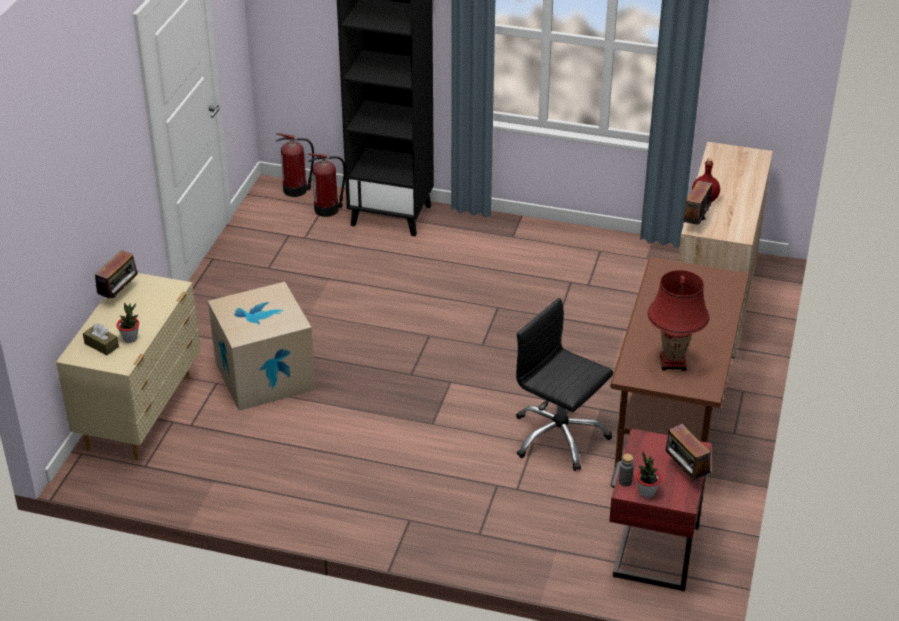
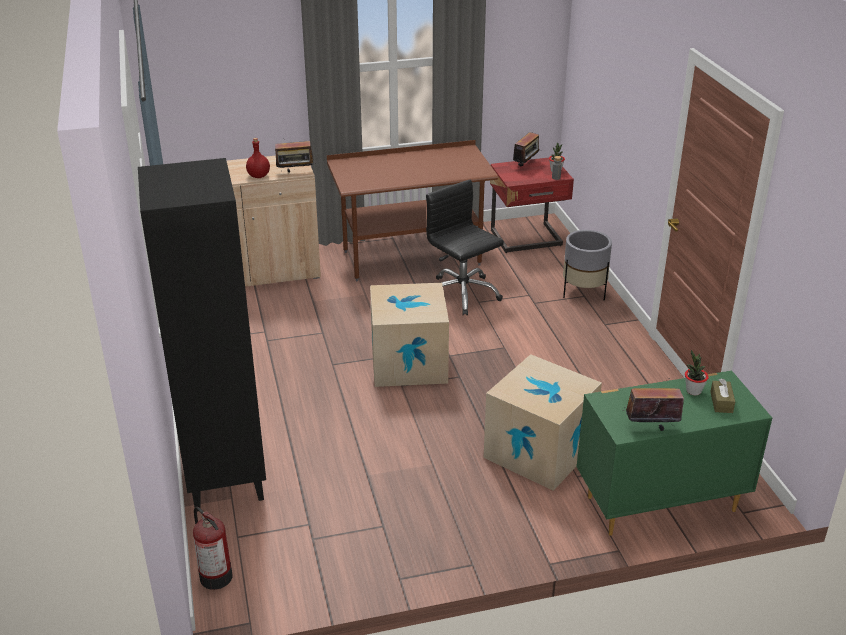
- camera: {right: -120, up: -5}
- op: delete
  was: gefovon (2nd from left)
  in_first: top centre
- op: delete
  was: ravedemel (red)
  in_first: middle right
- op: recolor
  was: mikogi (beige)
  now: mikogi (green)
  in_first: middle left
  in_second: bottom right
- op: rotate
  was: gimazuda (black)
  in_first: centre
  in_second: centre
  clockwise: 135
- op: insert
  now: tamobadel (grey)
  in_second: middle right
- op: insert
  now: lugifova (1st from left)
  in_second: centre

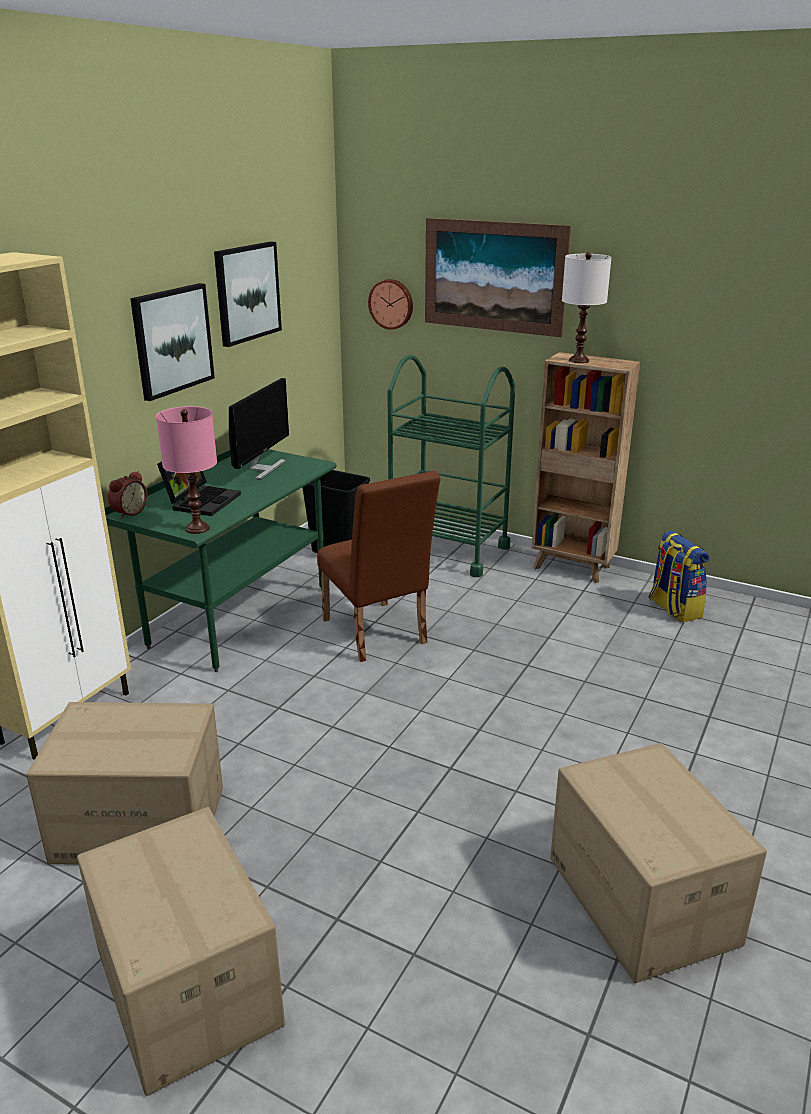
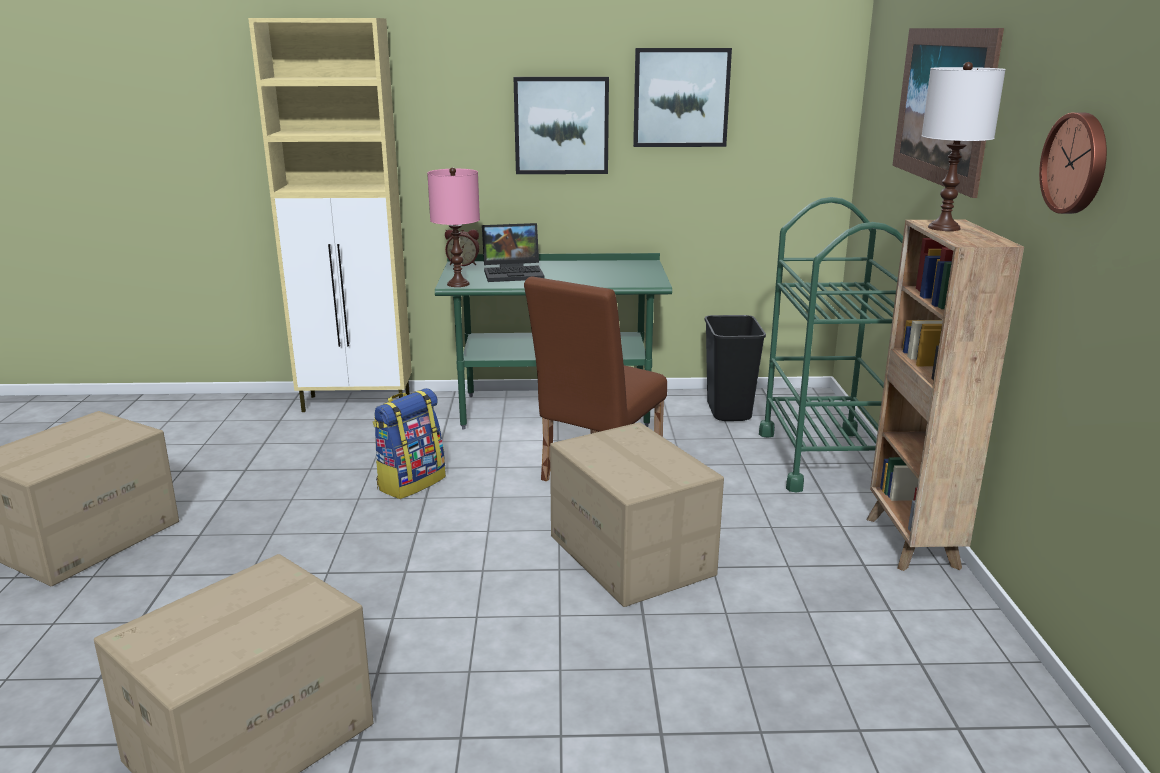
- camera: {right: 60, up: -5}
- op: move
  was: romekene
  in_first: top centre
  in_second: top right
- op: delete
  was: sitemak
  in_first: middle left
- op: move
  was: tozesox
  in_first: middle right
  in_second: centre
- op: move
  was: lugifova (1st from left in the first image)
  now: lugifova (3rd from left)
  in_first: bottom left
  in_second: centre

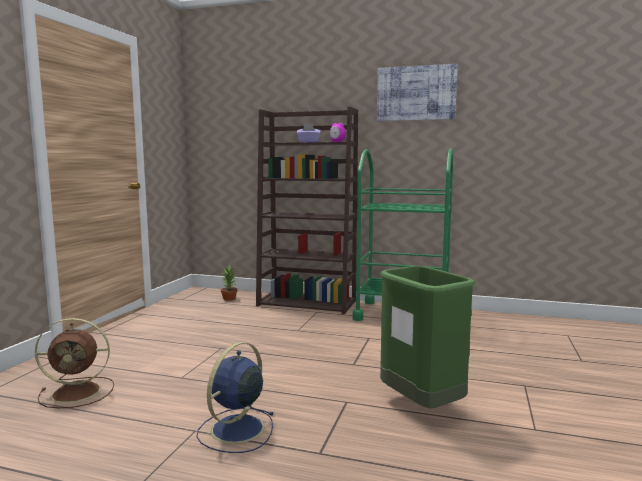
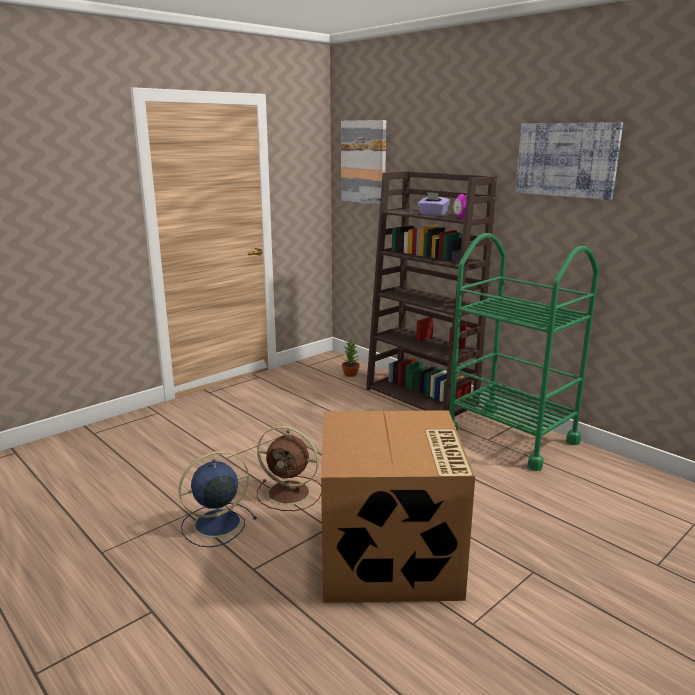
- camera: {right: 30, up: 10}
- op: replace
  was: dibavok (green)
  now: lugifova
  in_first: bottom centre
  in_second: bottom centre
- op: move
  was: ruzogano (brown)
  in_first: bottom left
  in_second: bottom centre
- op: insert
  now: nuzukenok (1st from left)
  in_second: top centre

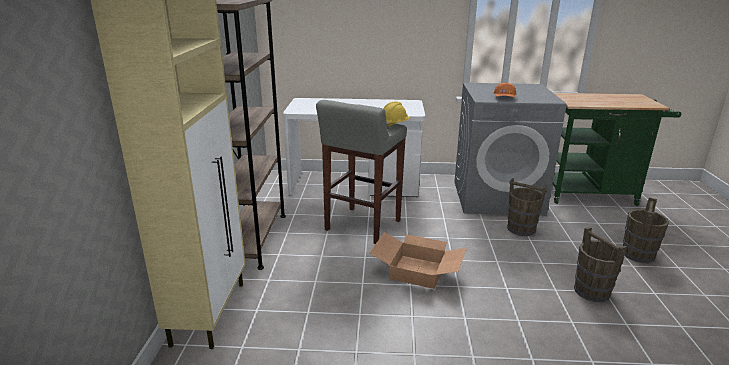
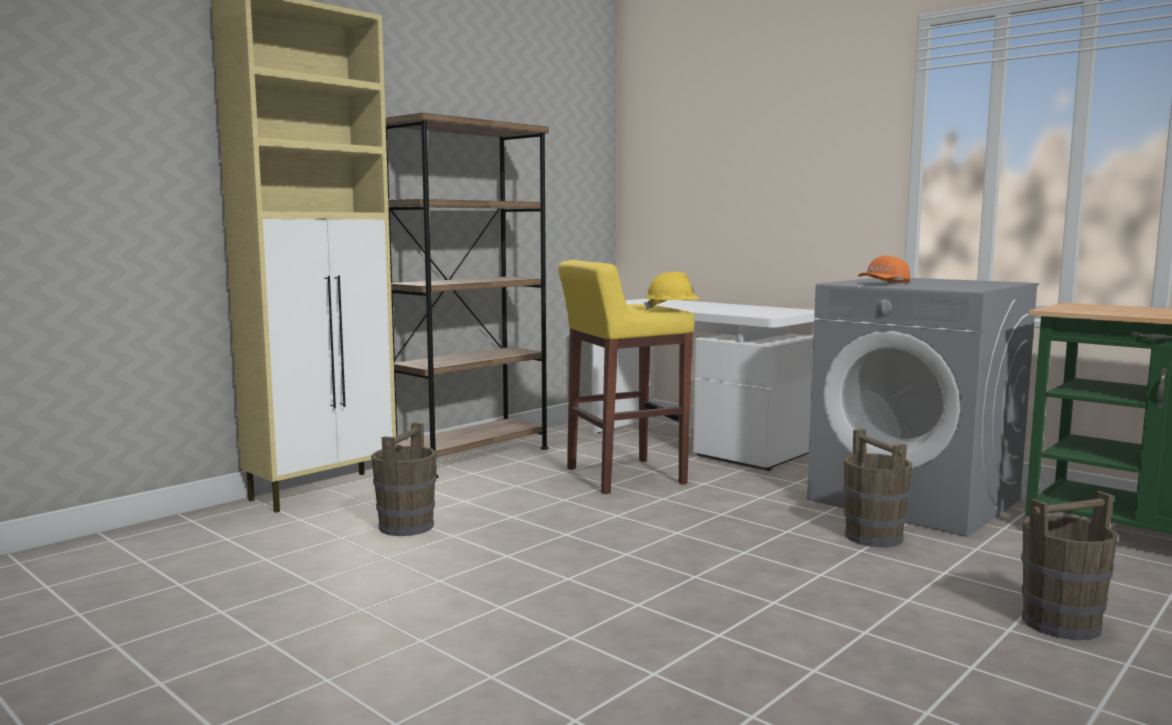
- camera: {right: 40, up: -15}
- op: recolor
  was: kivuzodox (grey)
  now: kivuzodox (yellow)
  in_first: centre
  in_second: centre
- op: move
  was: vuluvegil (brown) (2nd from left in the first image)
  now: vuluvegil (brown) (1st from left)
  in_first: bottom right
  in_second: centre
- op: delete
  was: lugifova
  in_first: bottom centre

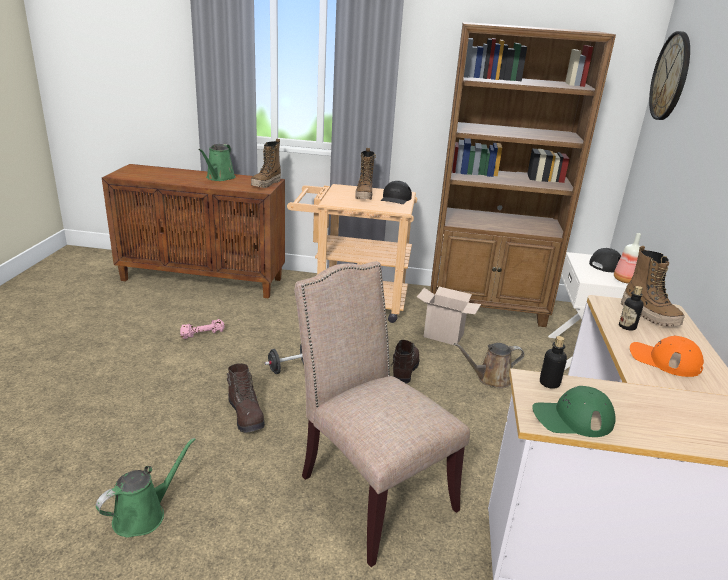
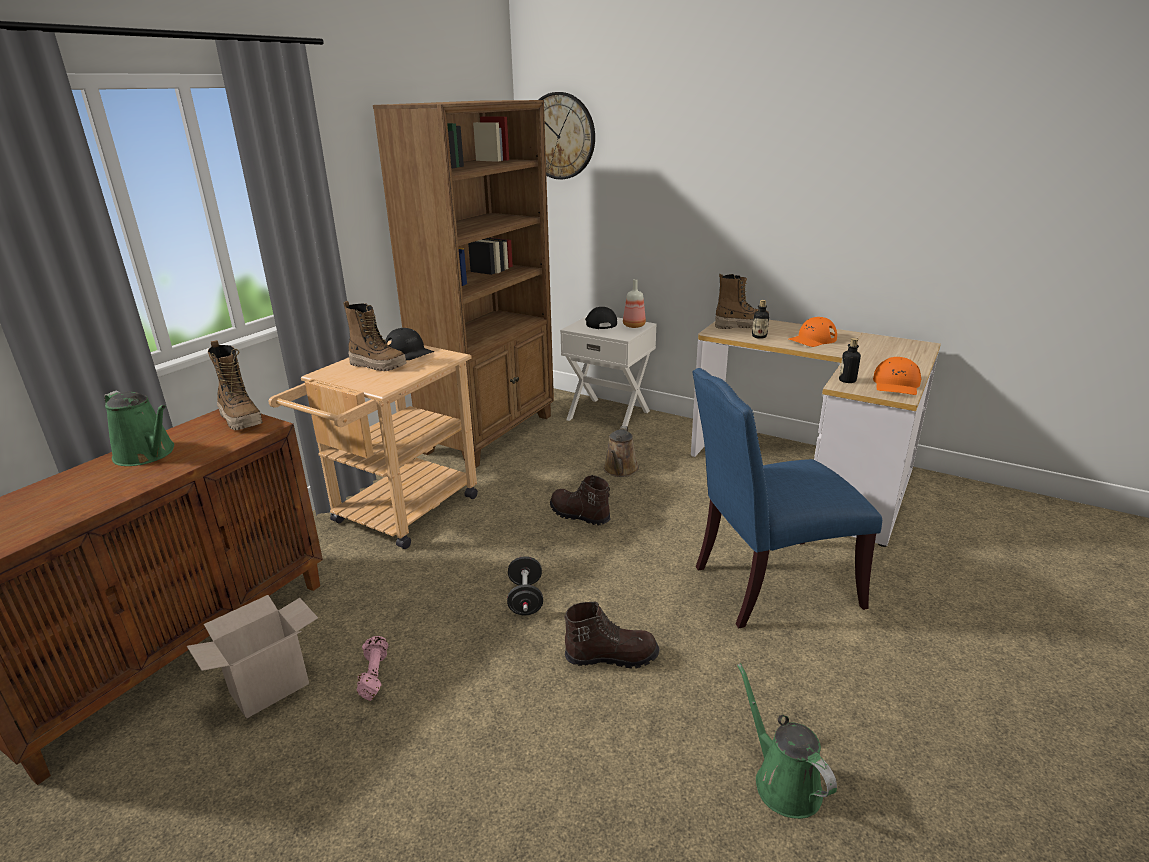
- camera: {right: -65, up: 0}
- op: recolor
  was: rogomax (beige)
  now: rogomax (blue)
  in_first: bottom centre
  in_second: middle right
- op: move
  was: lugifova
  in_first: centre
  in_second: bottom left
- op: recolor
  was: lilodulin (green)
  now: lilodulin (orange) (2nd from left)
  in_first: bottom right
  in_second: middle right

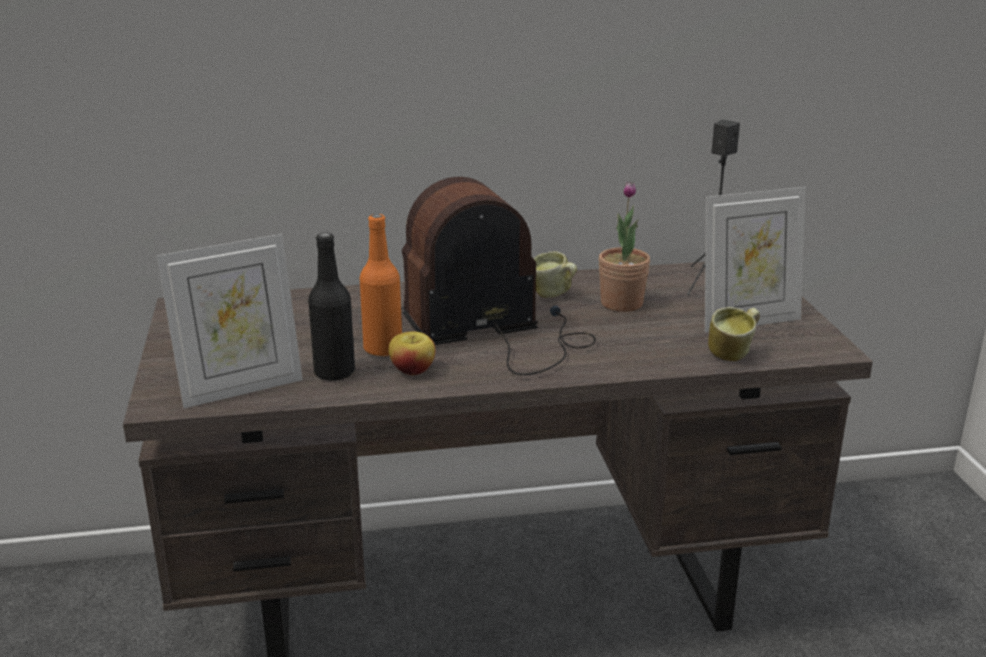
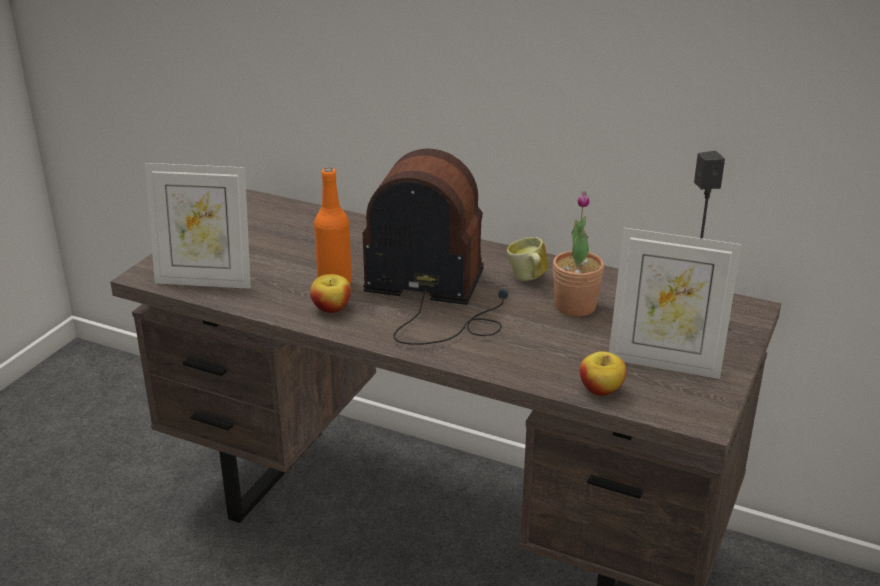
- camera: {right: 35, up: 5}
- op: delete
  was: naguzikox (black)
  in_first: centre
- op: replace
  was: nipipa (2nd from left)
  now: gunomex (2nd from left)
  in_first: middle right
  in_second: middle right

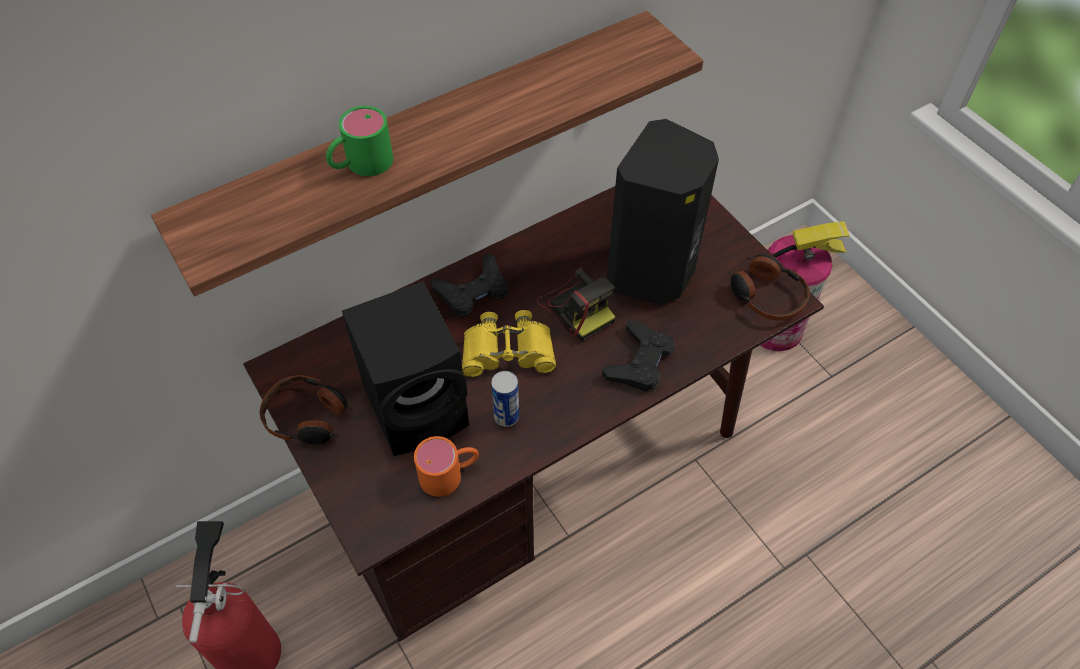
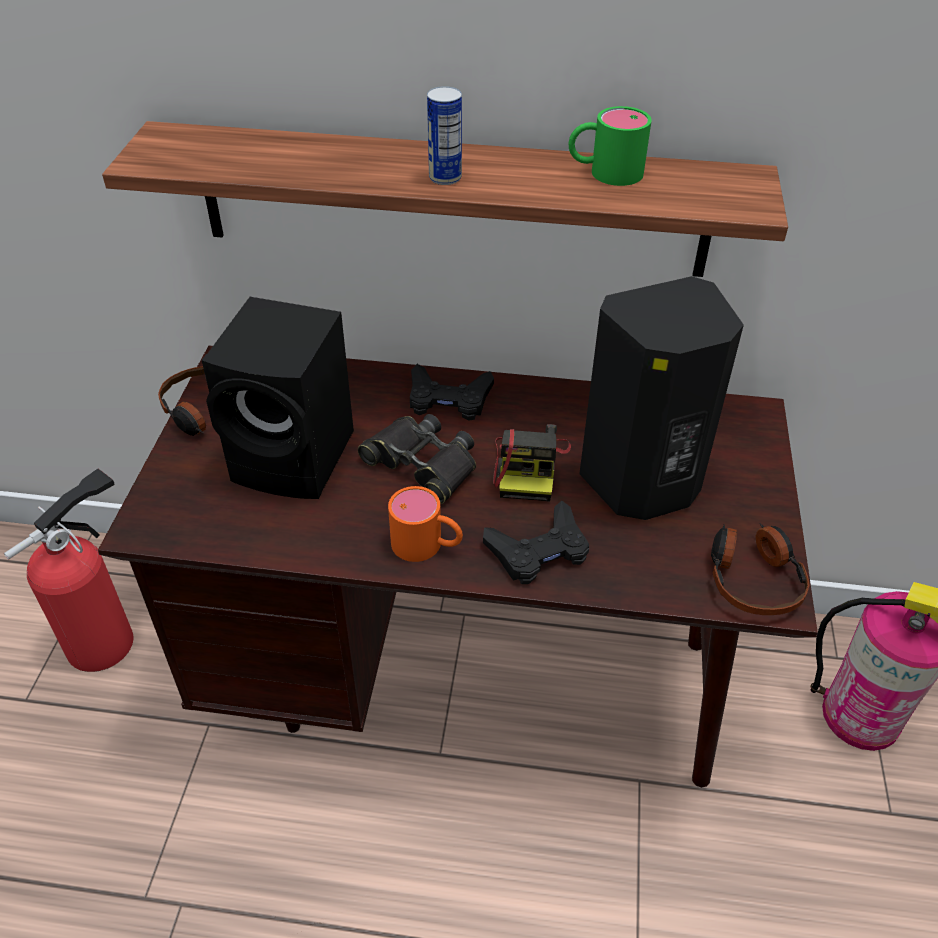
- camera: {right: 40, up: -10}
- op: move
  was: nipipa (green)
  in_first: top left
  in_second: top centre
- op: recolor
  was: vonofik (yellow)
  now: vonofik (black)
  in_first: centre
  in_second: centre
- op: move
  was: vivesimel
  in_first: centre
  in_second: top centre
- op: move
  was: nipipa (orange)
  in_first: bottom centre
  in_second: centre

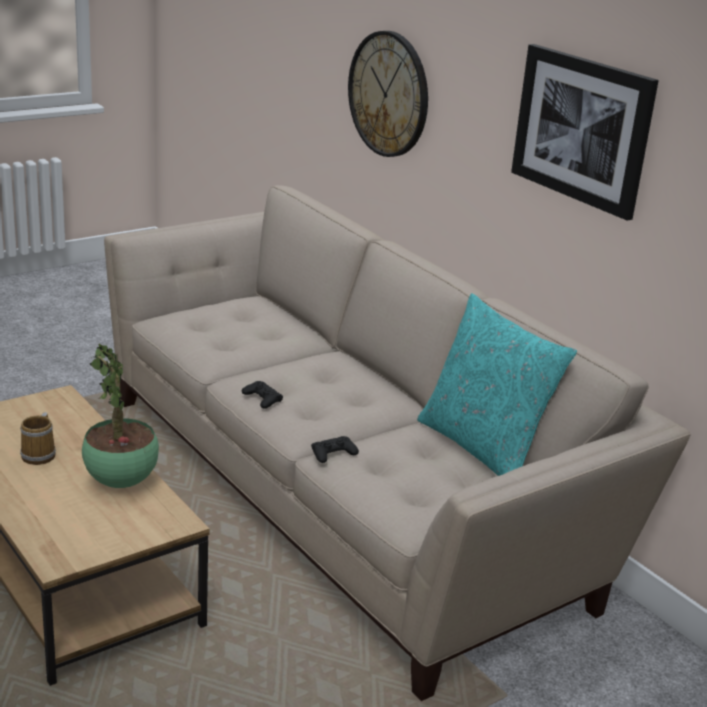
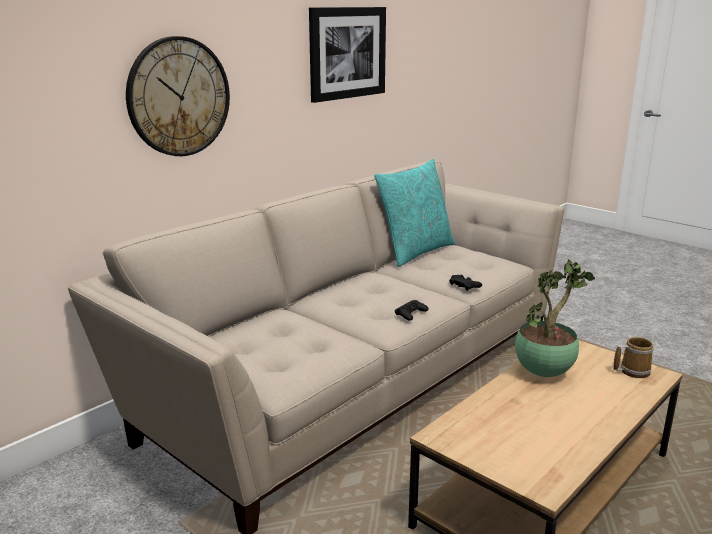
- camera: {right: -100, up: -5}
- op: move
  was: nipipa
  in_first: middle left
  in_second: bottom right

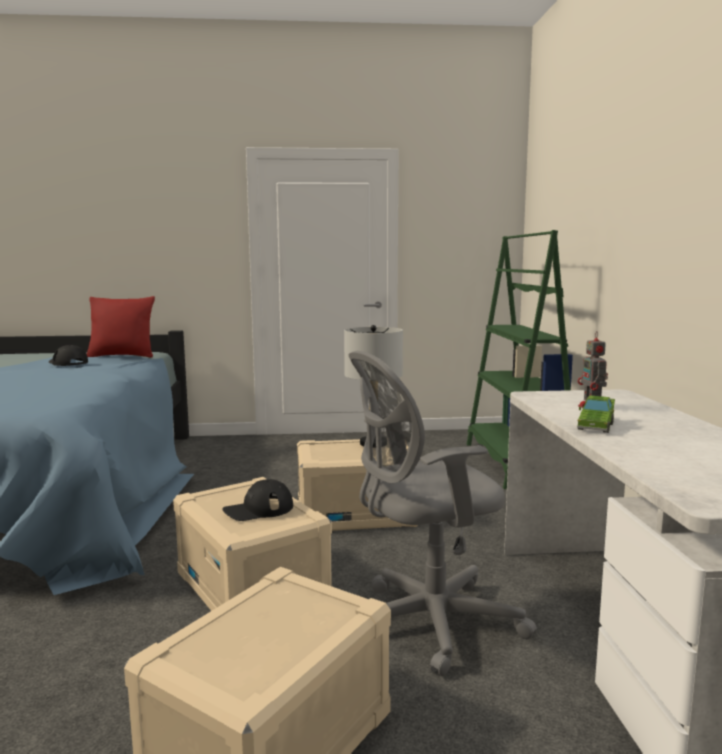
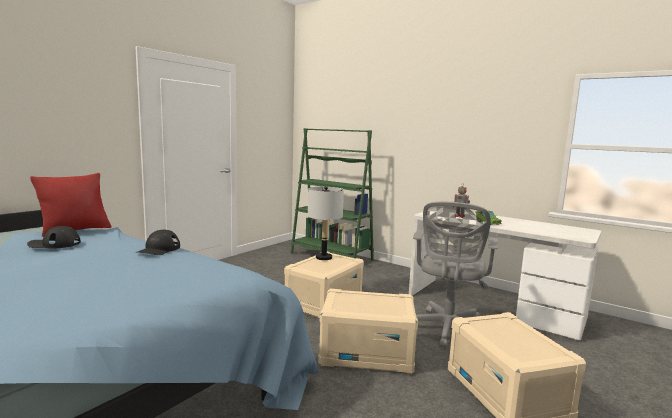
- camera: {right: -50, up: 0}
- op: move
  was: lilodulin (black) (2nd from left)
  in_first: centre
  in_second: middle left

